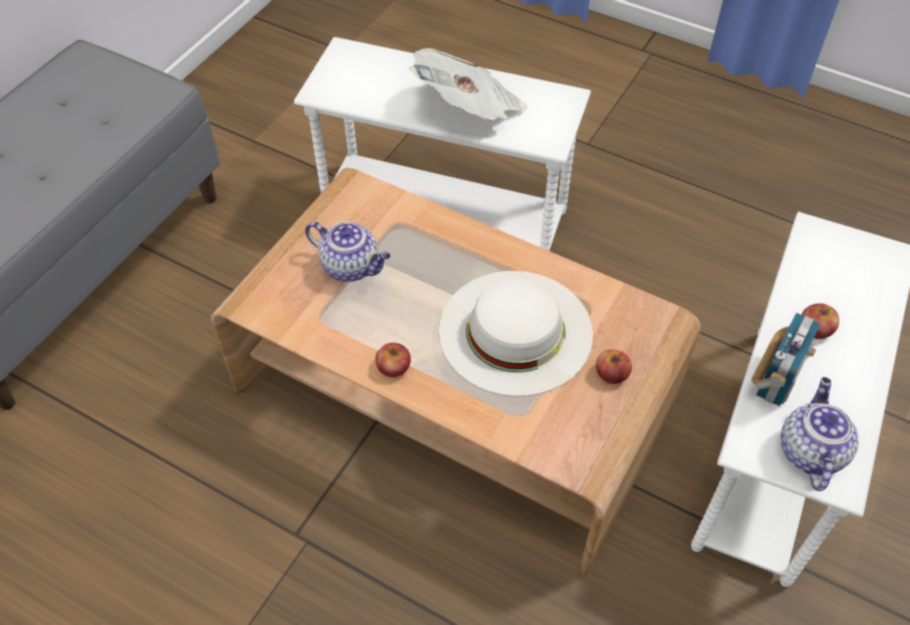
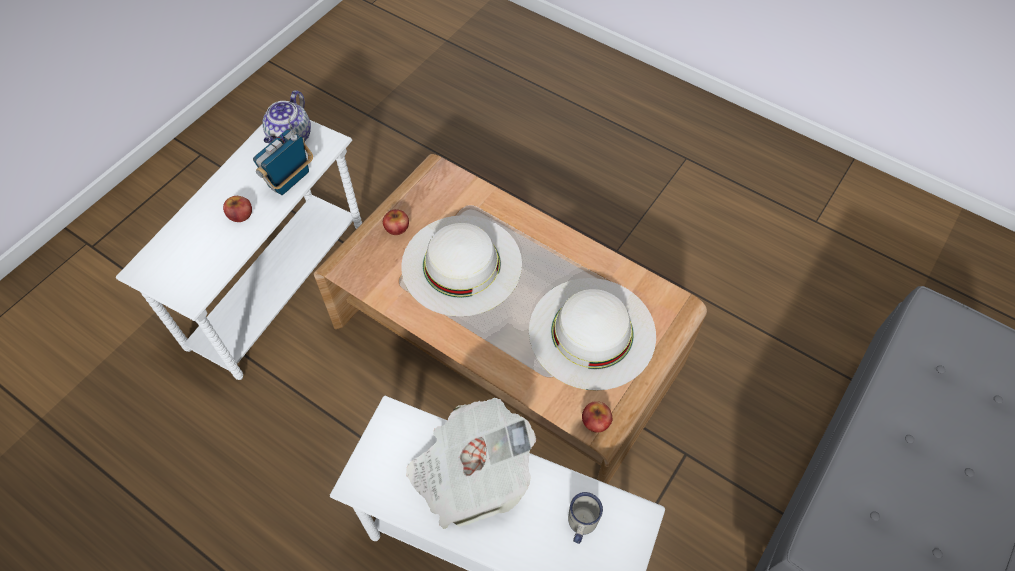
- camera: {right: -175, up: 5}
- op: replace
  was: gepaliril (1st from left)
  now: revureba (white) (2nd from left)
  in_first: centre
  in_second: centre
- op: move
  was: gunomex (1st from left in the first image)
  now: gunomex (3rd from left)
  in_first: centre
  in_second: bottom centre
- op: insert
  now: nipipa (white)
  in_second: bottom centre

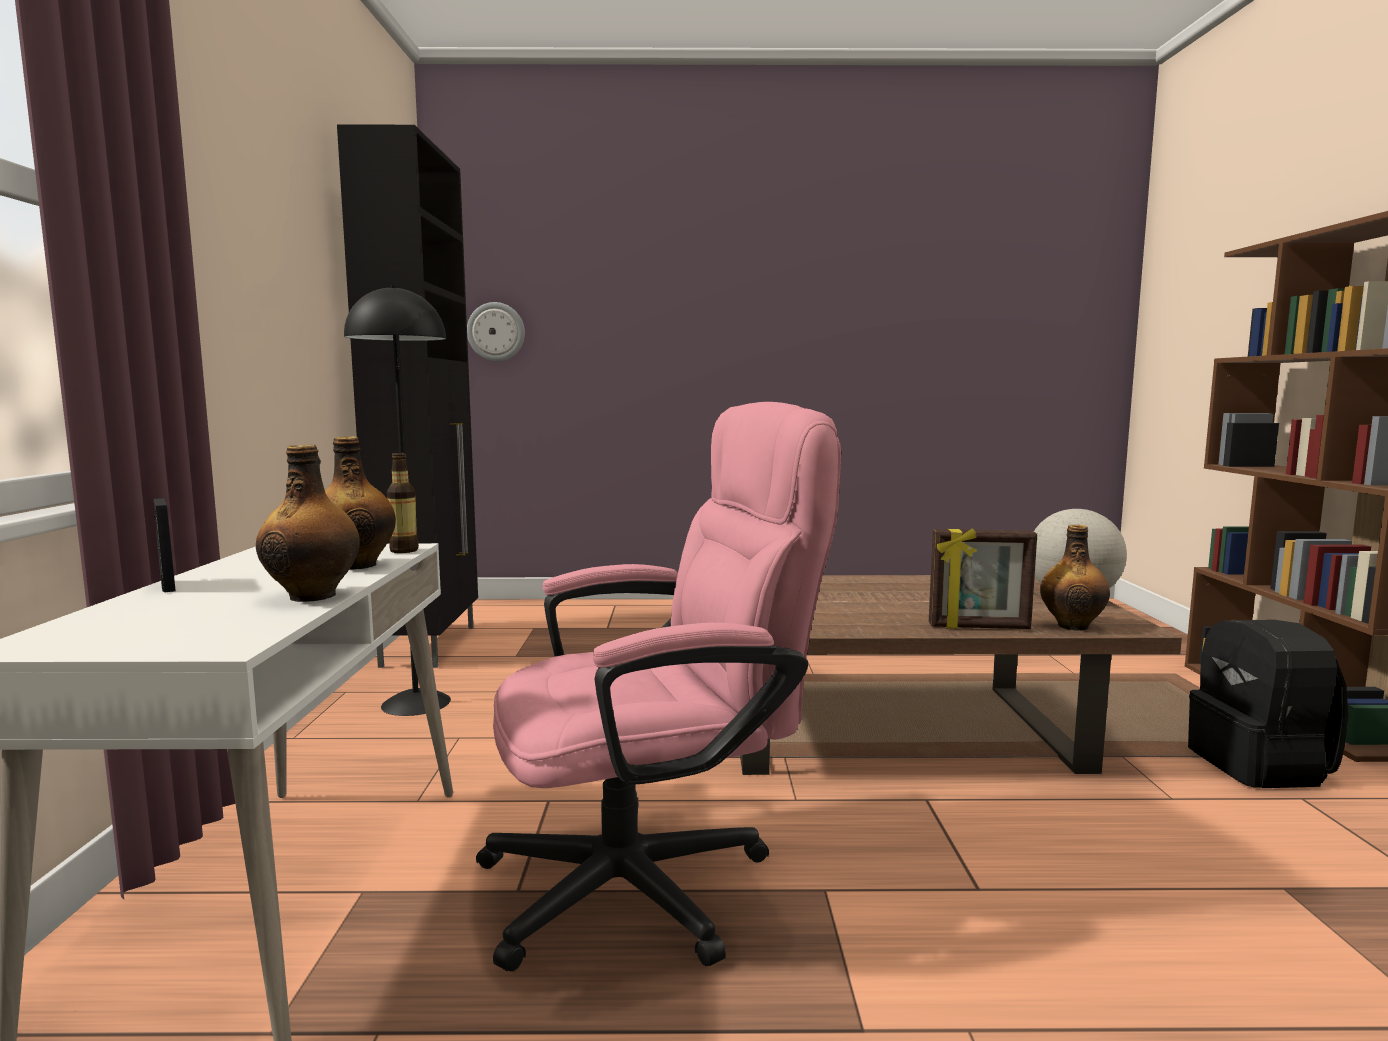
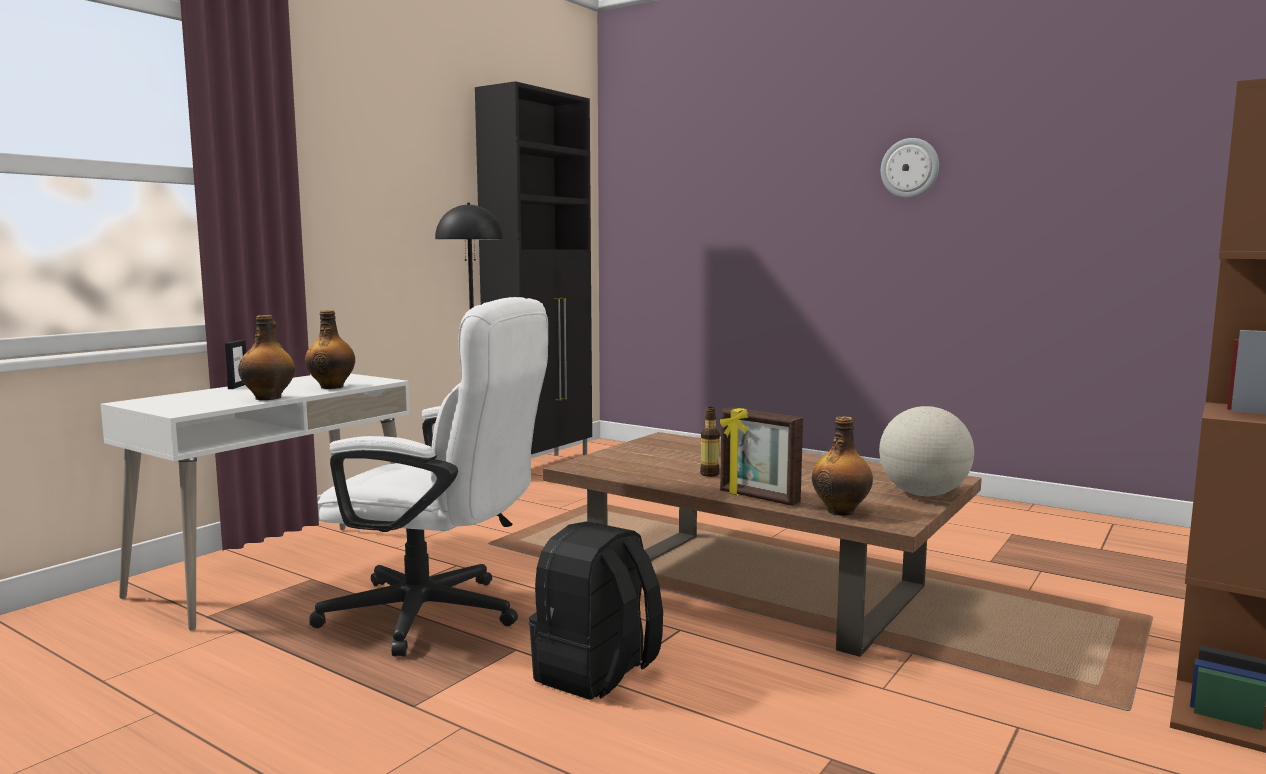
- camera: {right: 35, up: 0}
- op: move
  was: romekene
  in_first: top centre
  in_second: top right
- op: recolor
  was: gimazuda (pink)
  now: gimazuda (white)
  in_first: centre
  in_second: centre
- op: move
  was: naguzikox (3rd from left)
  in_first: middle left
  in_second: centre
- op: move
  was: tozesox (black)
  in_first: bottom right
  in_second: bottom centre

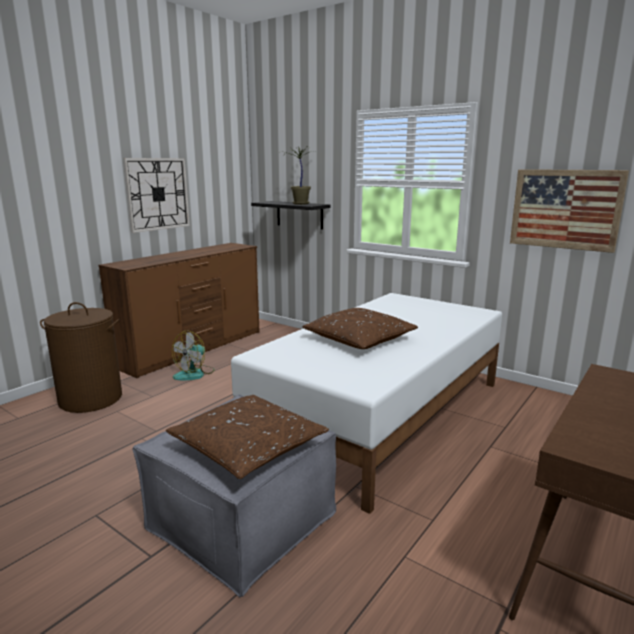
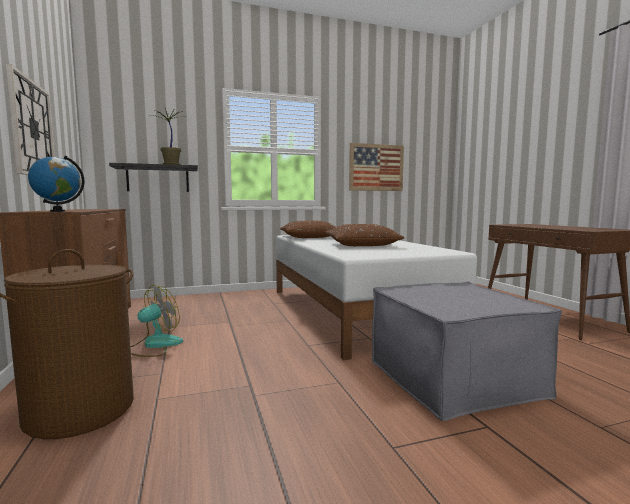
- camera: {right: -55, up: -10}
- op: rotate
  was: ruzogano
  in_first: middle left
  in_second: middle left
  clockwise: -120
- op: move
  was: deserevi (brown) (1st from left)
  in_first: bottom centre
  in_second: centre
- op: insert
  now: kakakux
  in_second: middle left

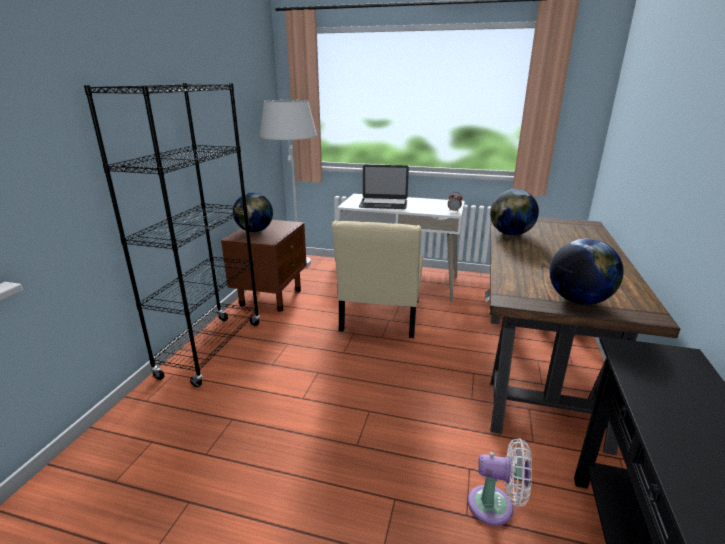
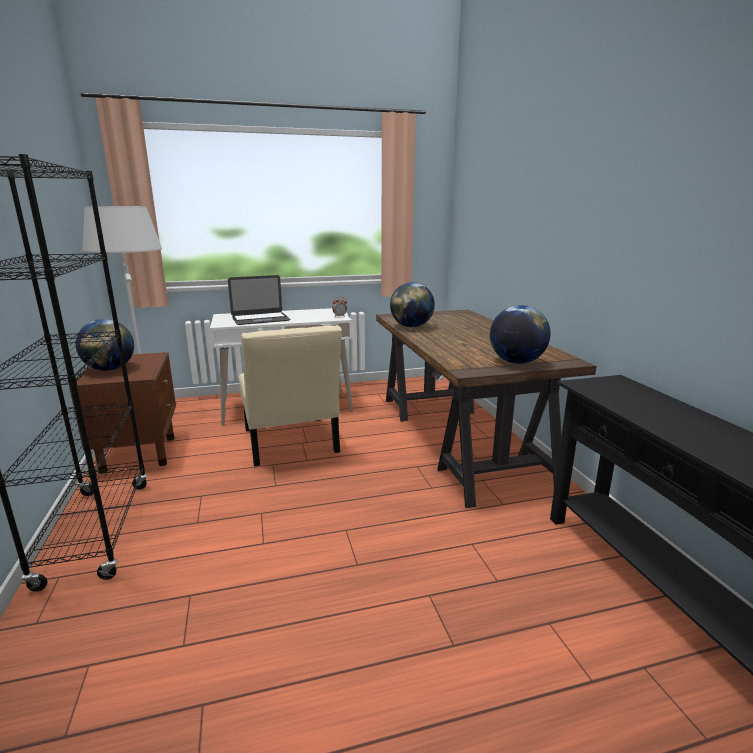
- camera: {right: -30, up: -5}
- op: delete
  was: ruzogano (white)
  in_first: bottom right

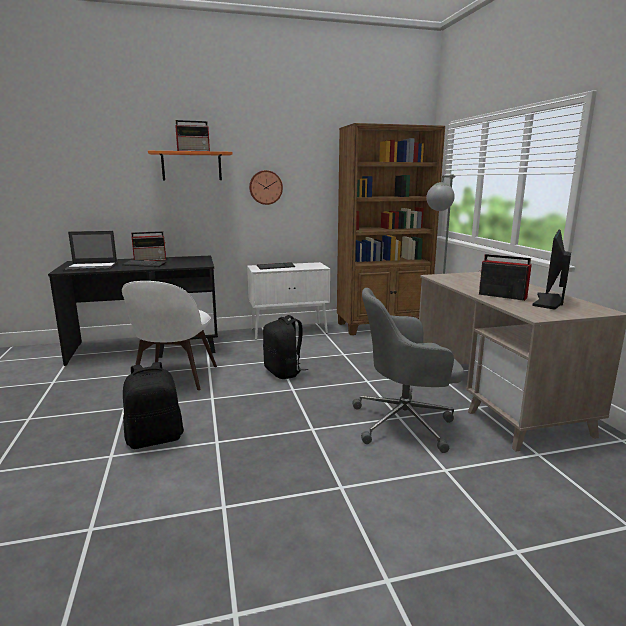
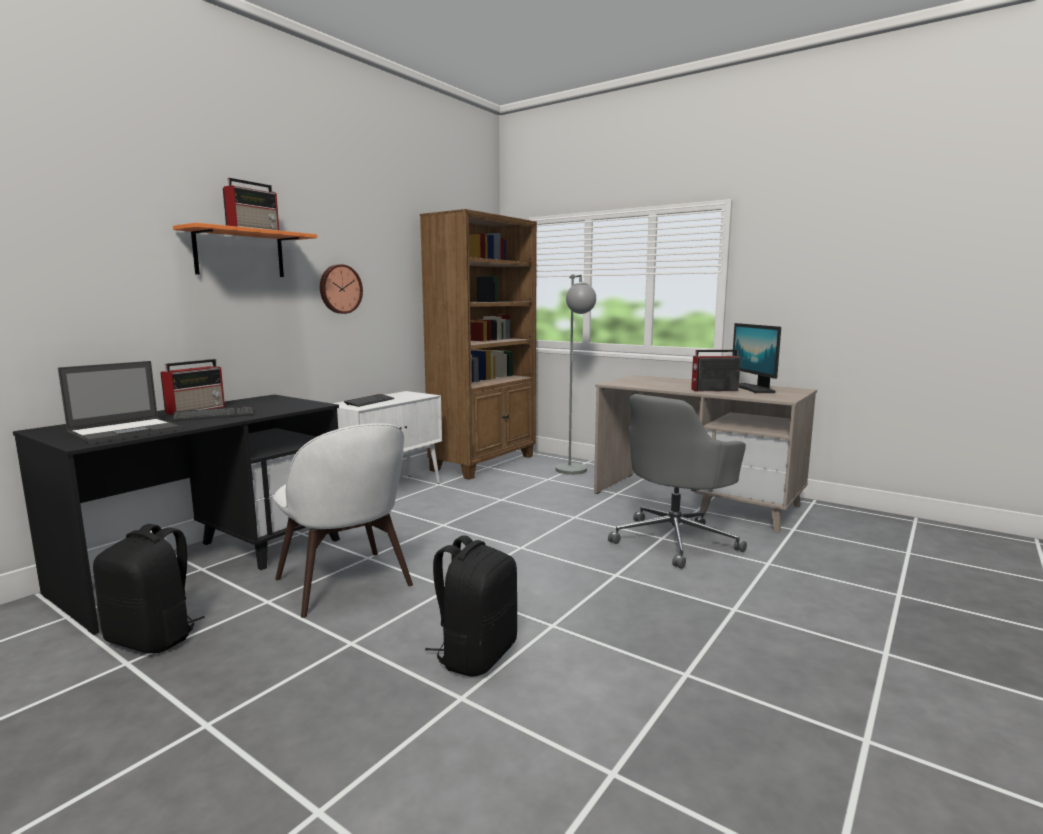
- camera: {right: -40, up: -5}
- op: move
  was: tozesox (black) (2nd from left in the first image)
  now: tozesox (black) (1st from left)
  in_first: centre
  in_second: bottom left

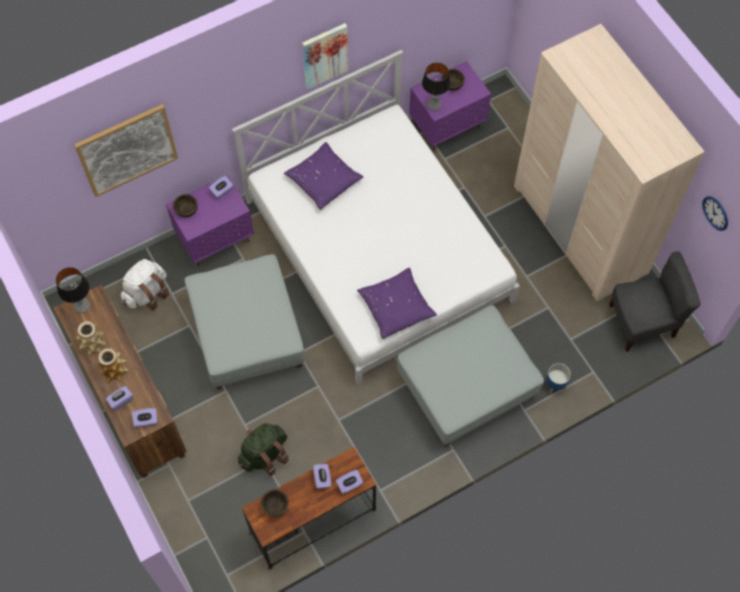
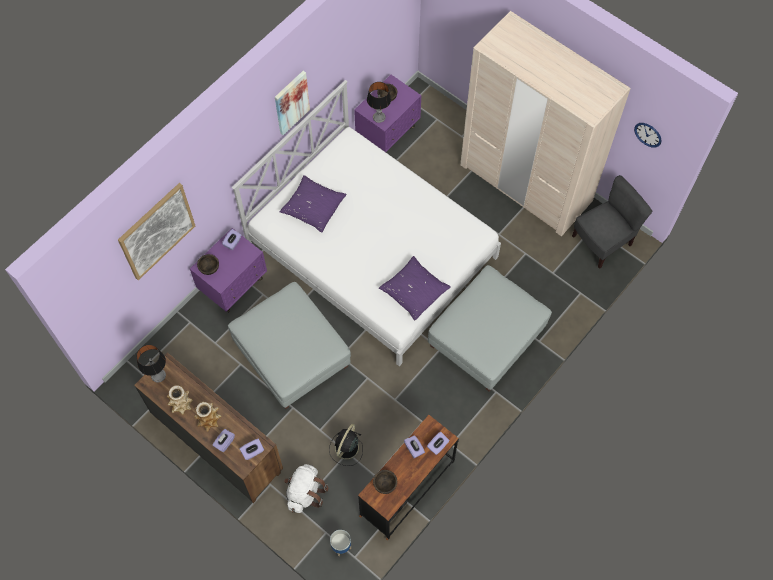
- camera: {right: -20, up: 0}
- op: move
  was: tozesox (white)
  in_first: middle left
  in_second: bottom centre
- op: move
  was: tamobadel
  in_first: middle right
  in_second: bottom centre
- op: replace
  was: tozesox (green)
  now: ruzogano (black)
  in_first: bottom centre
  in_second: bottom centre

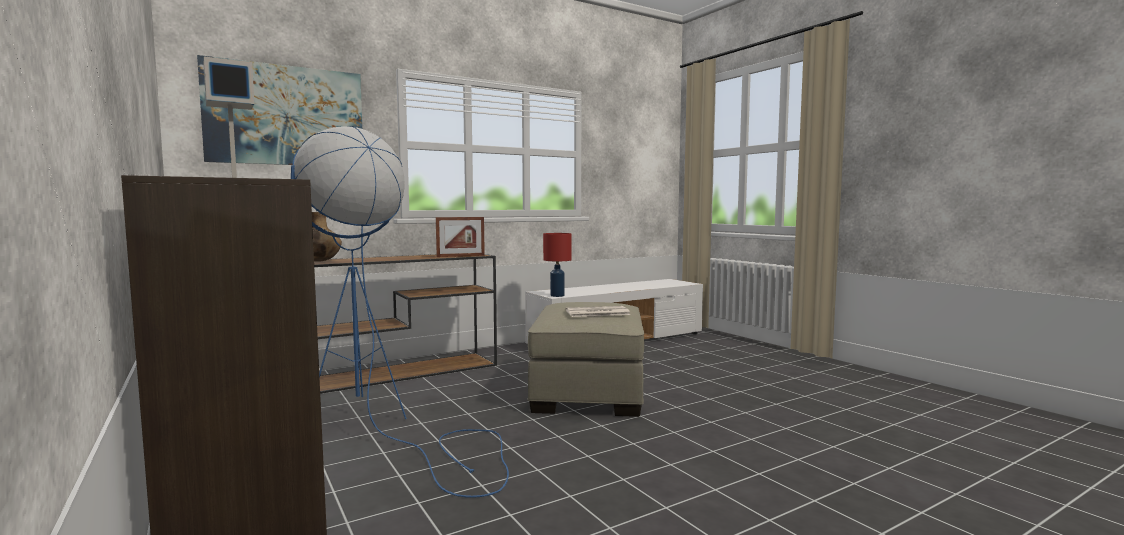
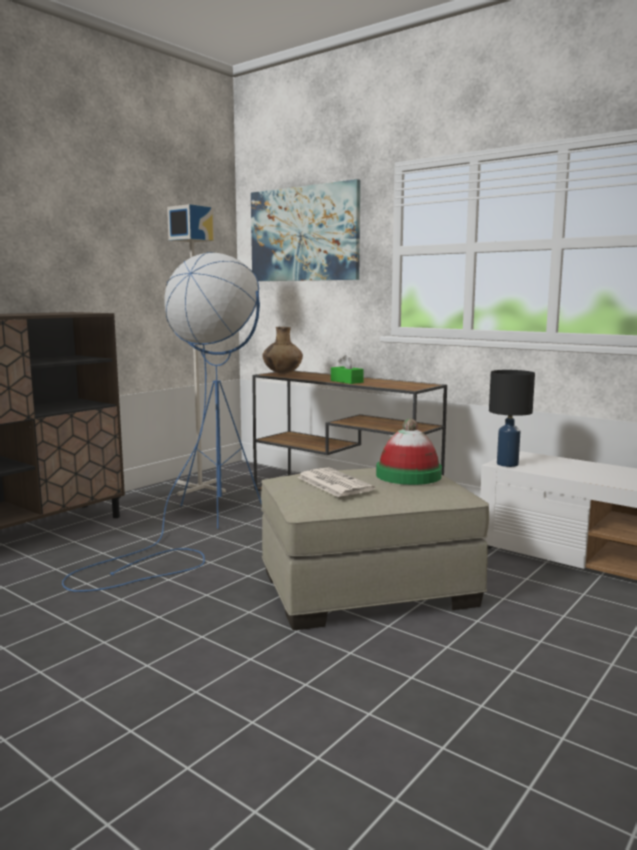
- camera: {right: 70, up: 5}
- op: delete
  was: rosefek
  in_first: centre
- op: recolor
  was: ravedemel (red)
  now: ravedemel (black)
  in_first: centre
  in_second: middle right
- op: insert
  now: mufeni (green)
  in_second: centre
- op: insert
  now: revureba
  in_second: centre

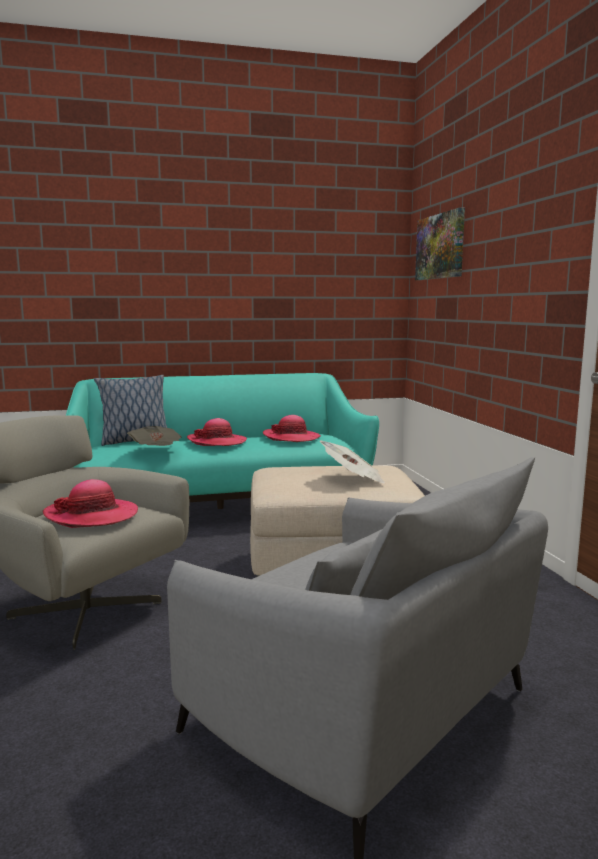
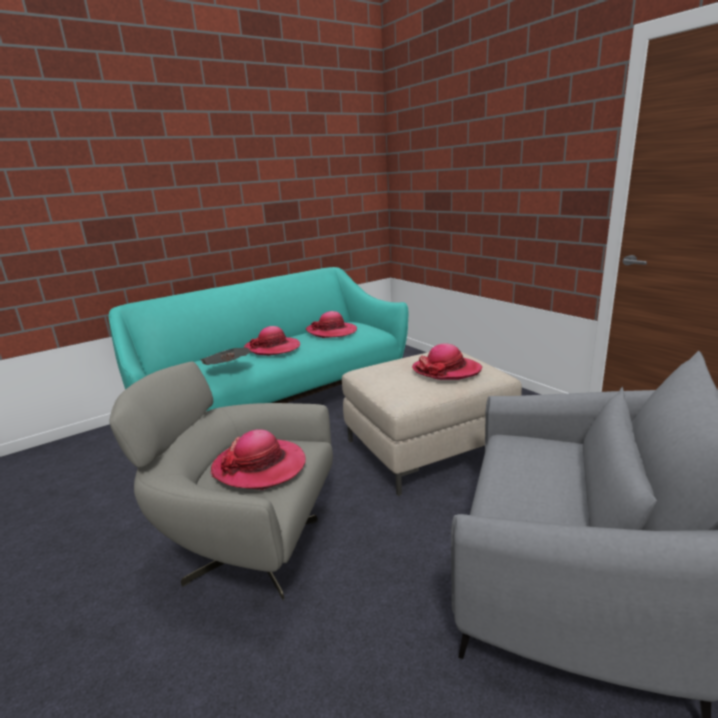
- camera: {right: -20, up: 10}
- op: delete
  was: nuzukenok
  in_first: top right
- op: delete
  was: deserevi
  in_first: middle left
- op: replace
  was: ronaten (2nd from left)
  now: revureba (4th from left)
  in_first: centre
  in_second: centre

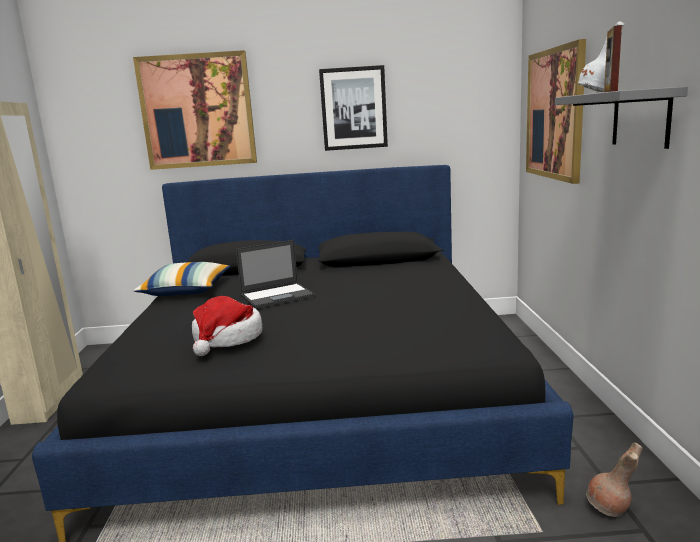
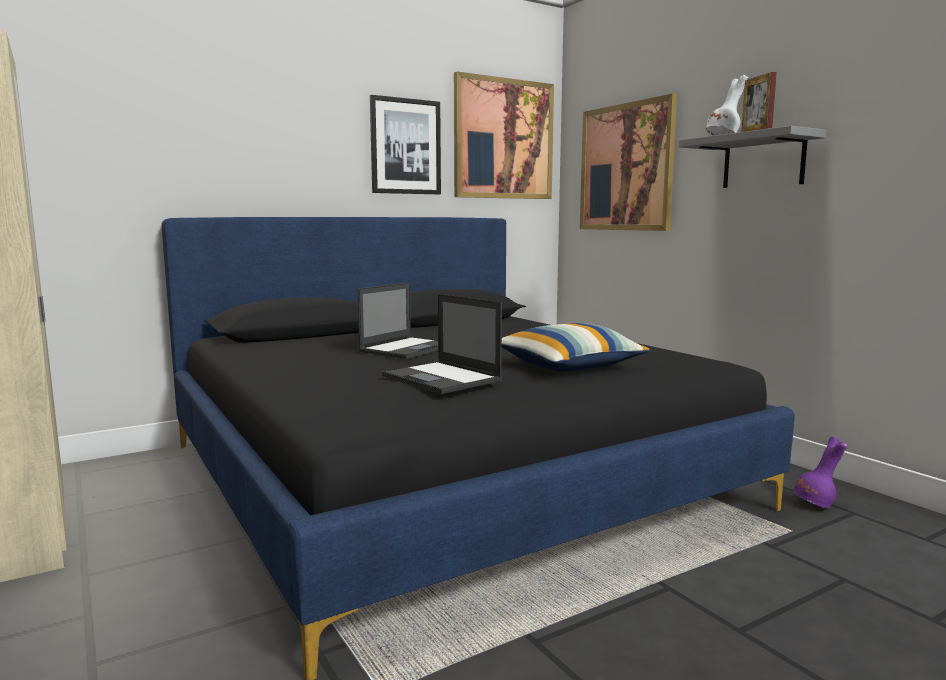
- camera: {right: -30, up: -5}
- op: move
  was: nuzukenok (1st from left in the first image)
  now: nuzukenok (2nd from left)
  in_first: top left
  in_second: top centre
- op: move
  was: deserevi
  in_first: middle left
  in_second: centre
- op: replace
  was: revureba
  now: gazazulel (2nd from left)
  in_first: middle left
  in_second: centre
- op: recolor
  was: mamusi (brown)
  now: mamusi (purple)
  in_first: bottom right
  in_second: bottom right

